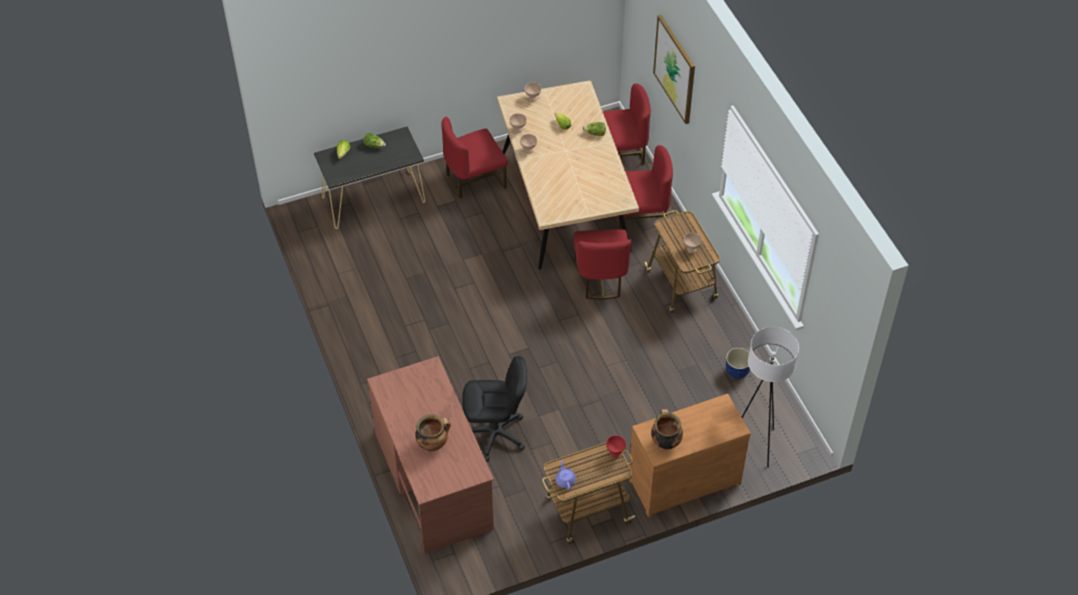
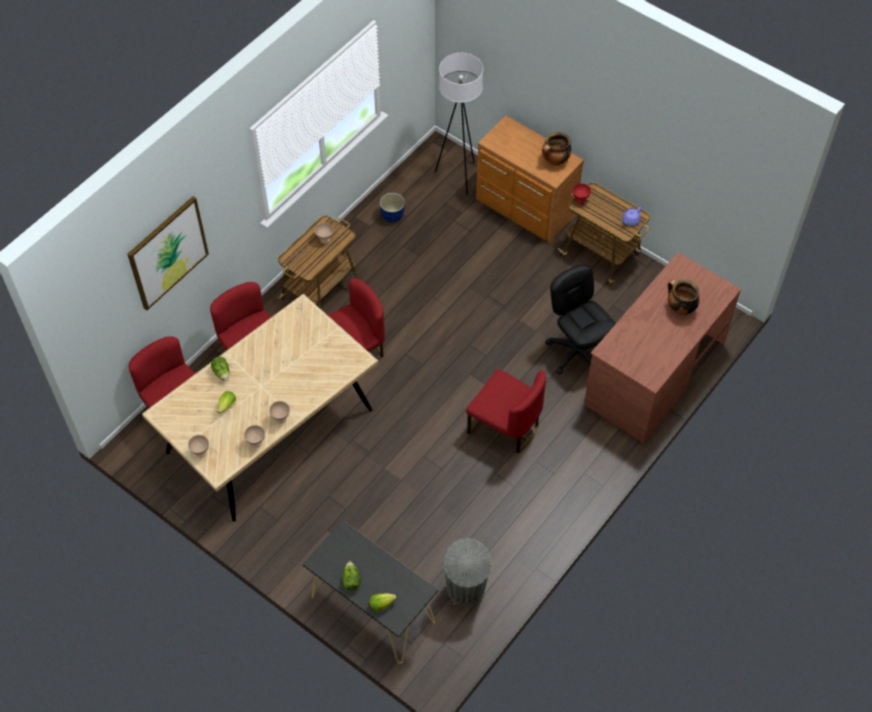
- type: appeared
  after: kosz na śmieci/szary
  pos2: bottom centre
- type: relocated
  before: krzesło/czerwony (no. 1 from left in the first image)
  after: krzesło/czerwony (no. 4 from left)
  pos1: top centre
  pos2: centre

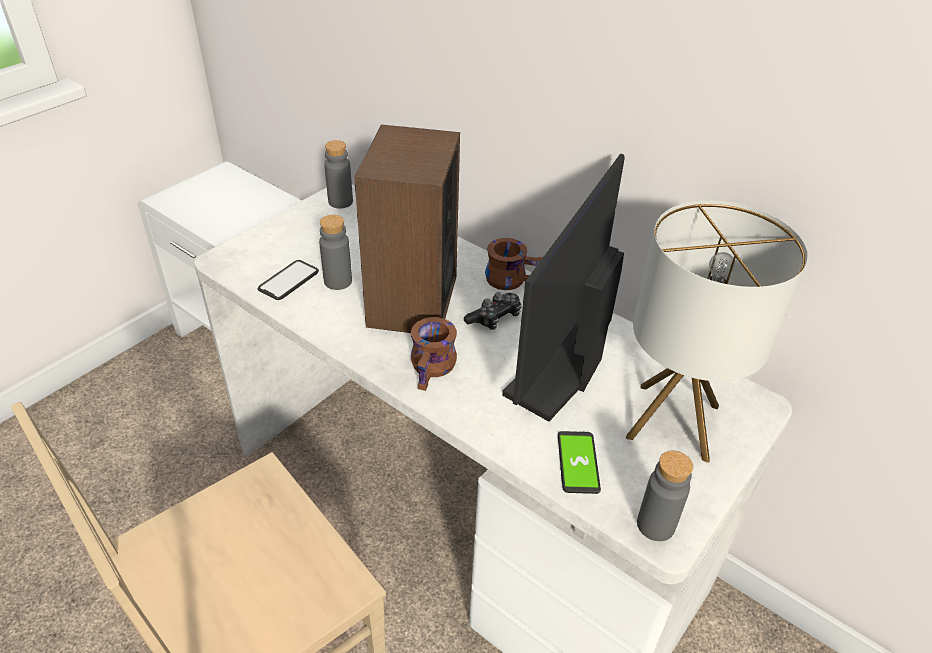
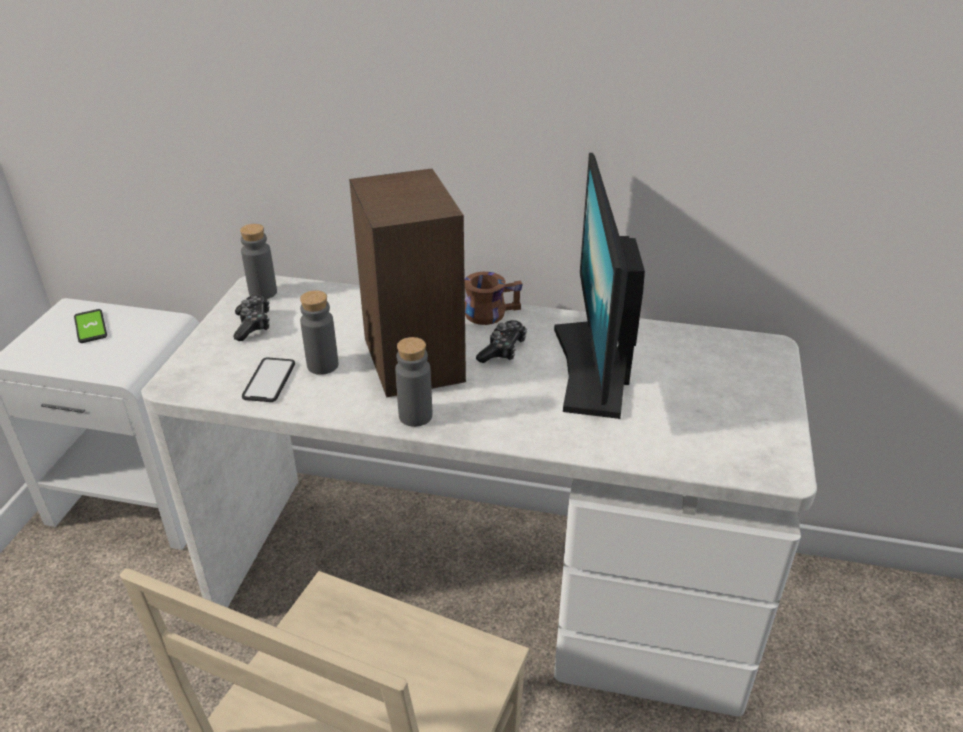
- type: missing
  before: kubek/brązowy (no. 1 from left)
  pos1: centre
- type: missing
  before: lampa stołowa
  pos1: middle right
- type: appeared
  after: pad do gier (no. 1 from left)
  pos2: middle left
- type: relocated
  before: telefon (no. 2 from left in the first image)
  after: telefon (no. 1 from left)
  pos1: bottom centre
  pos2: middle left
- type: relocated
  before: butelka/szary (no. 3 from left)
  pos1: bottom right
  pos2: centre

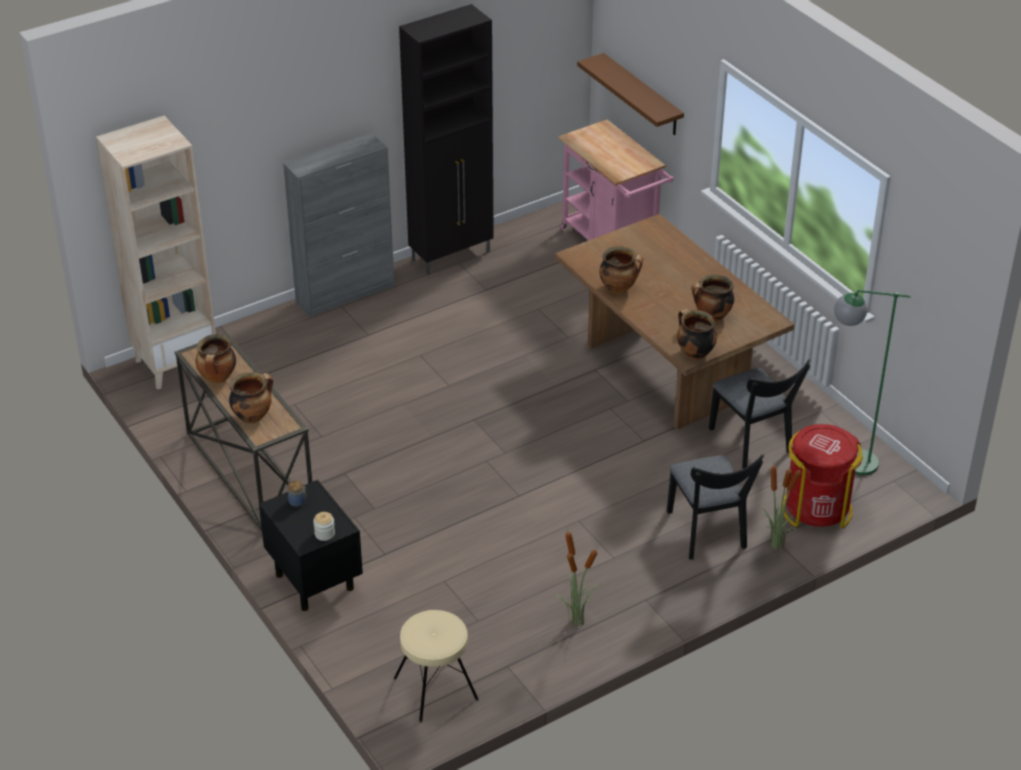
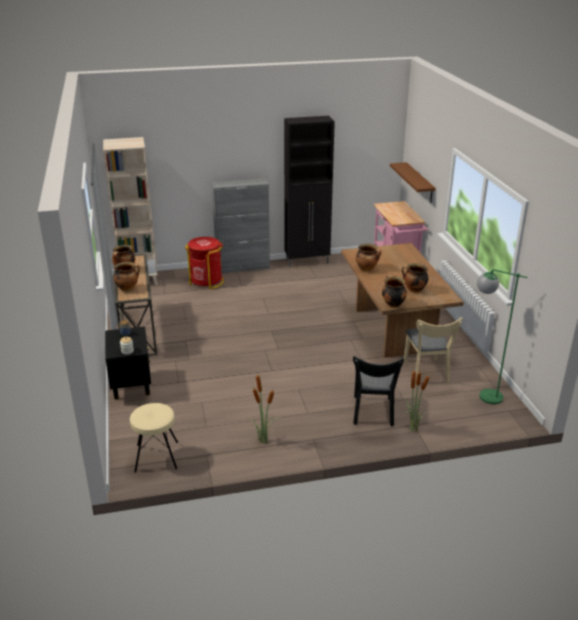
- type: relocated
  before: kosz na śmieci/czerwony
  pos1: middle right
  pos2: centre
- type: colour
  before: krzesło/czarny (no. 2 from left)
  after: krzesło/beżowy
  pos1: middle right
  pos2: middle right

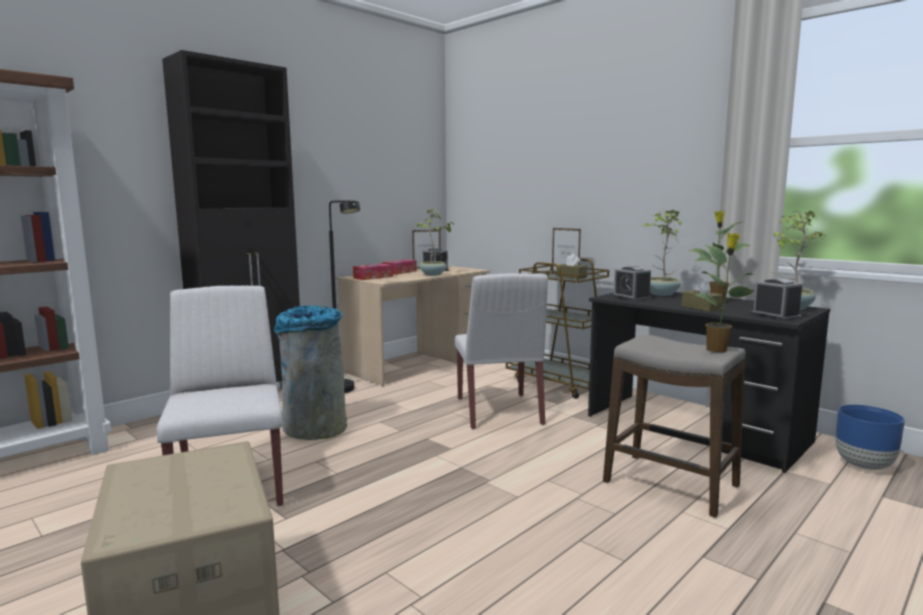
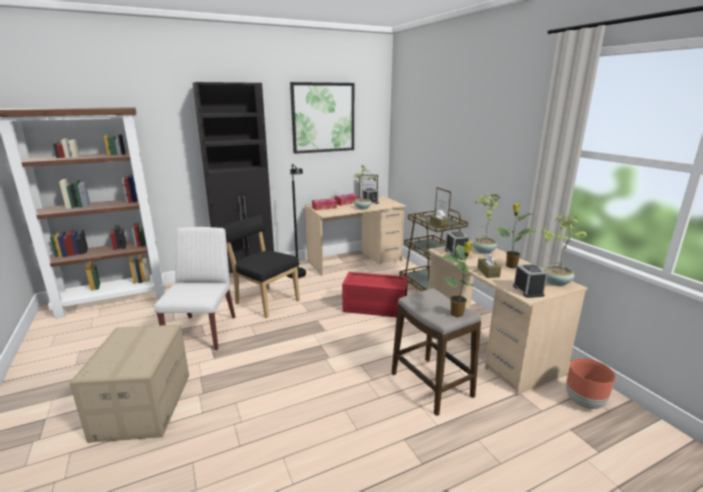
- type: appeared
  after: obraz
  pos2: top centre
- type: exchanged
  before: kosz na śmieci/szary
  after: krzesło/czarny
  pos1: centre
  pos2: centre
- type: exchanged
  before: krzesło/biały (no. 2 from left)
  after: pojemnik do przechowywania/czerwony
  pos1: centre
  pos2: centre
- type: colour
  before: biurko/czarny
  after: biurko/beżowy (no. 2 from left)
  pos1: middle right
  pos2: middle right
- type: colour
  before: donica/niebieski
  after: donica/brązowy
  pos1: bottom right
  pos2: bottom right

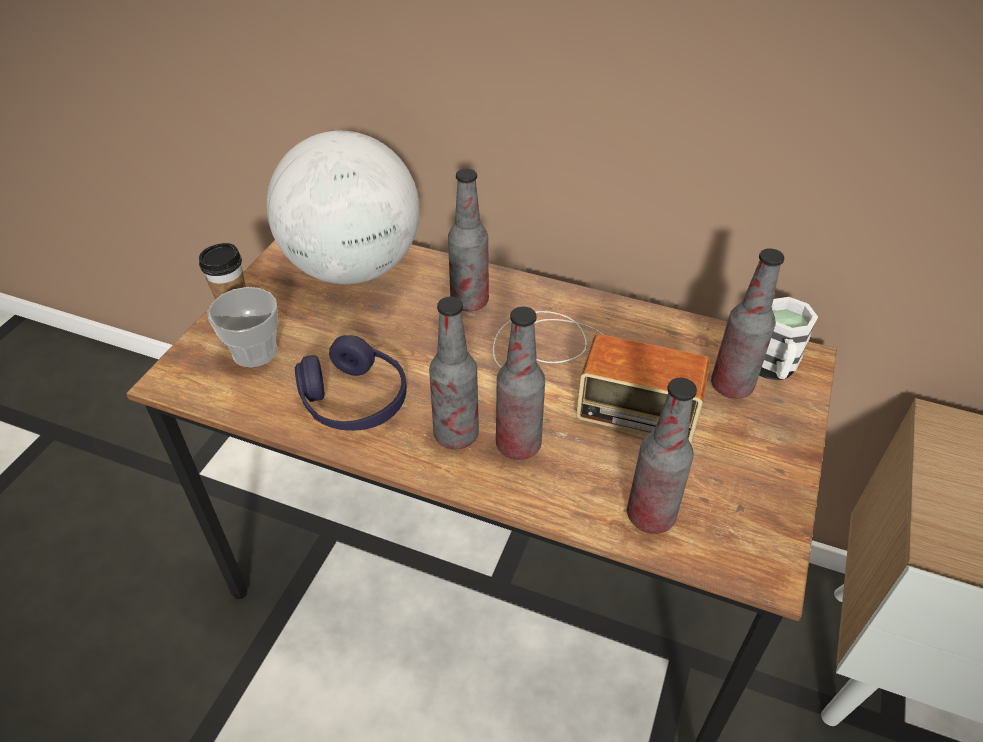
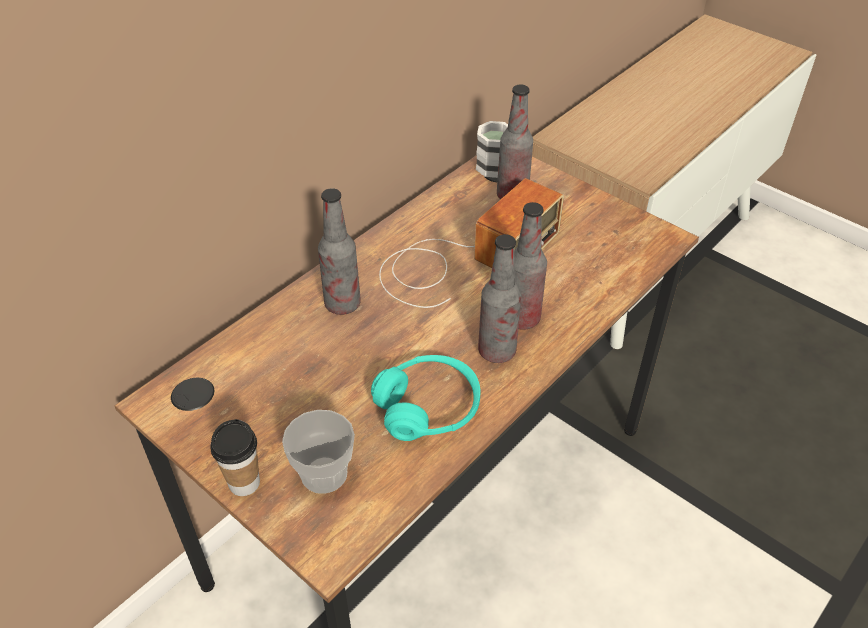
- type: missing
  before: globus
  pos1: top centre
- type: missing
  before: butelka (no. 4 from left)
  pos1: middle right
- type: colour
  before: słuchawki/fioletowy
  after: słuchawki/turkusowy
  pos1: centre
  pos2: centre

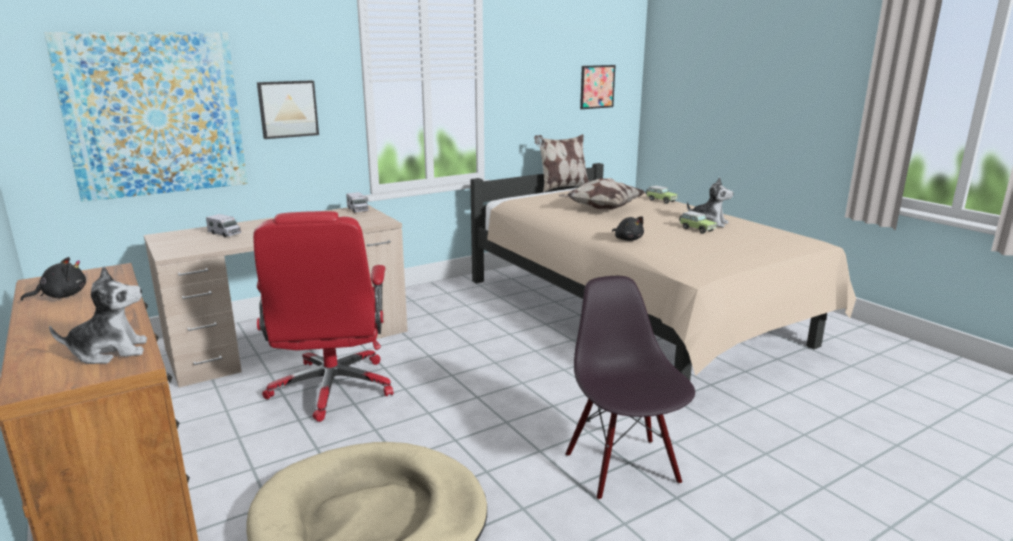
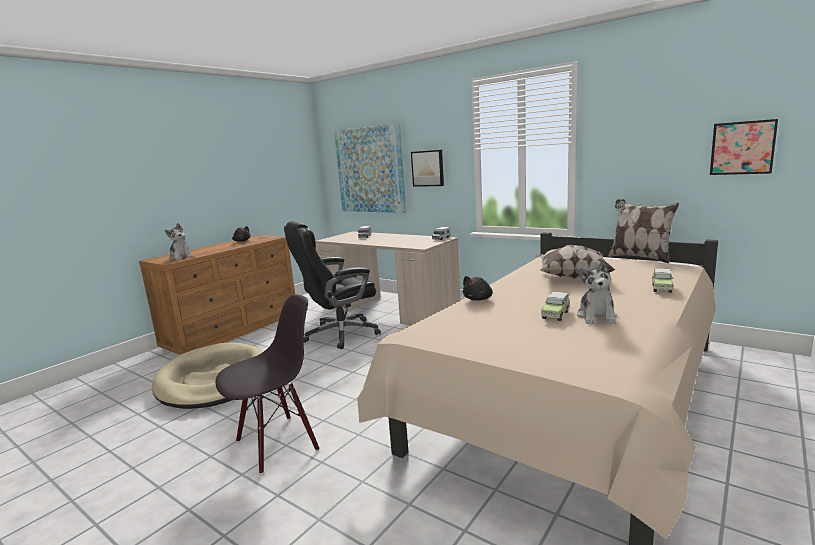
- type: colour
  before: krzesło biurowe/czerwony
  after: krzesło biurowe/czarny
  pos1: middle left
  pos2: centre

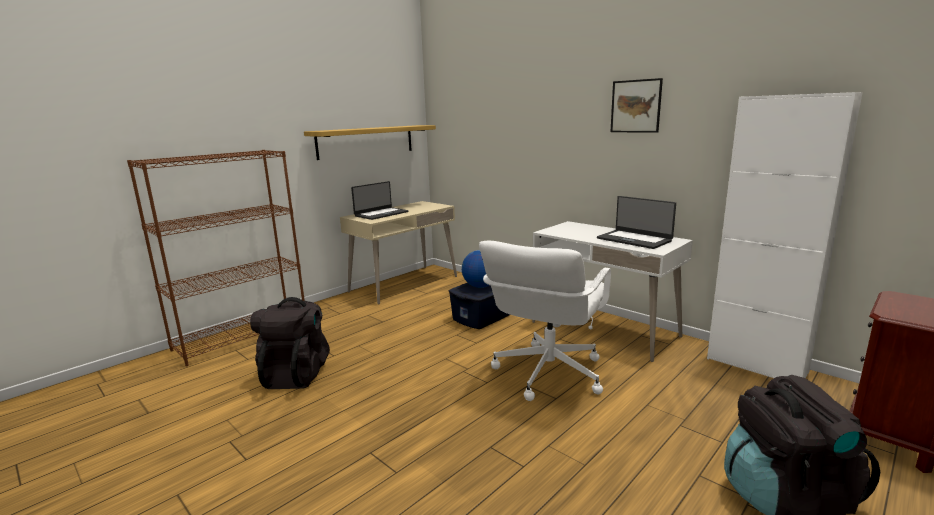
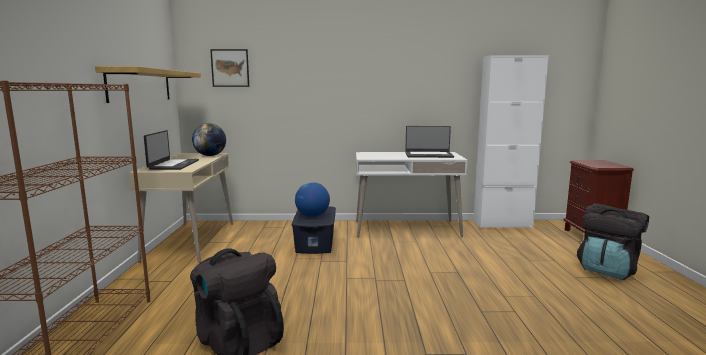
- type: missing
  before: krzesło biurowe/biały
  pos1: centre
- type: appeared
  after: globus (no. 1 from left)
  pos2: middle left
- type: relocated
  before: obraz
  pos1: top right
  pos2: top left

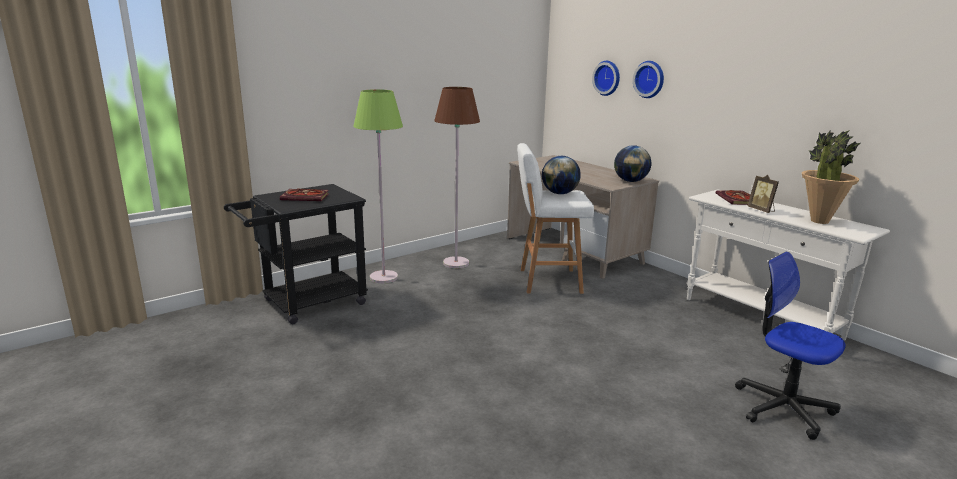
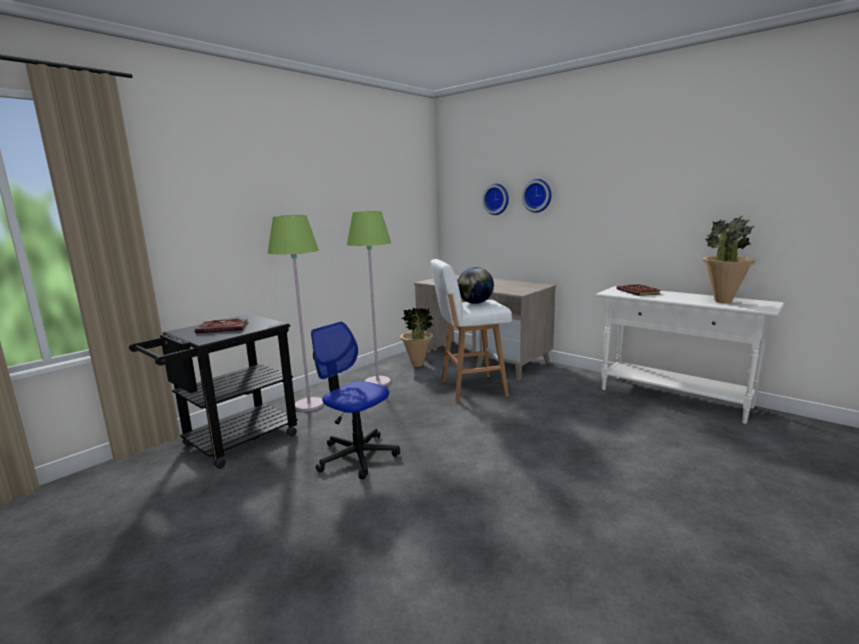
- type: missing
  before: globus (no. 2 from left)
  pos1: centre
- type: missing
  before: ramka na zdjęcie
  pos1: middle right
- type: appeared
  after: roślina doniczkowa (no. 1 from left)
  pos2: centre
- type: relocated
  before: krzesło biurowe
  pos1: bottom right
  pos2: centre
- type: colour
  before: lampa stojąca/brązowy
  after: lampa stojąca/zielony (no. 2 from left)
  pos1: centre
  pos2: centre

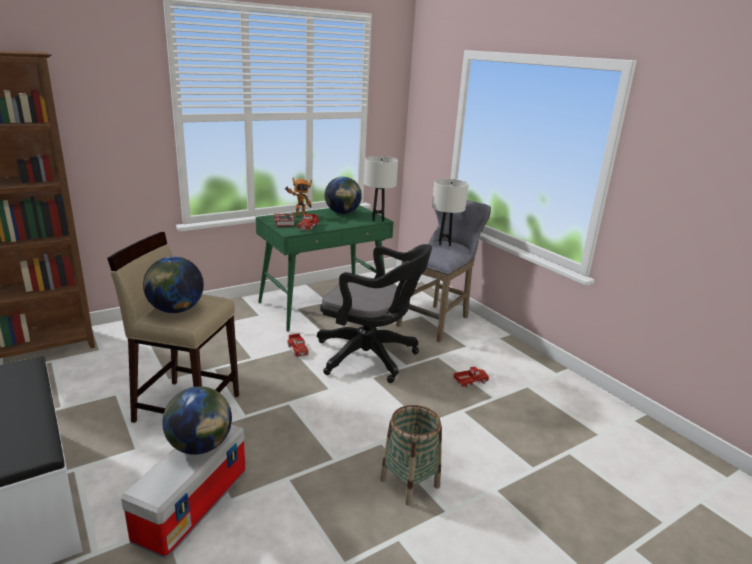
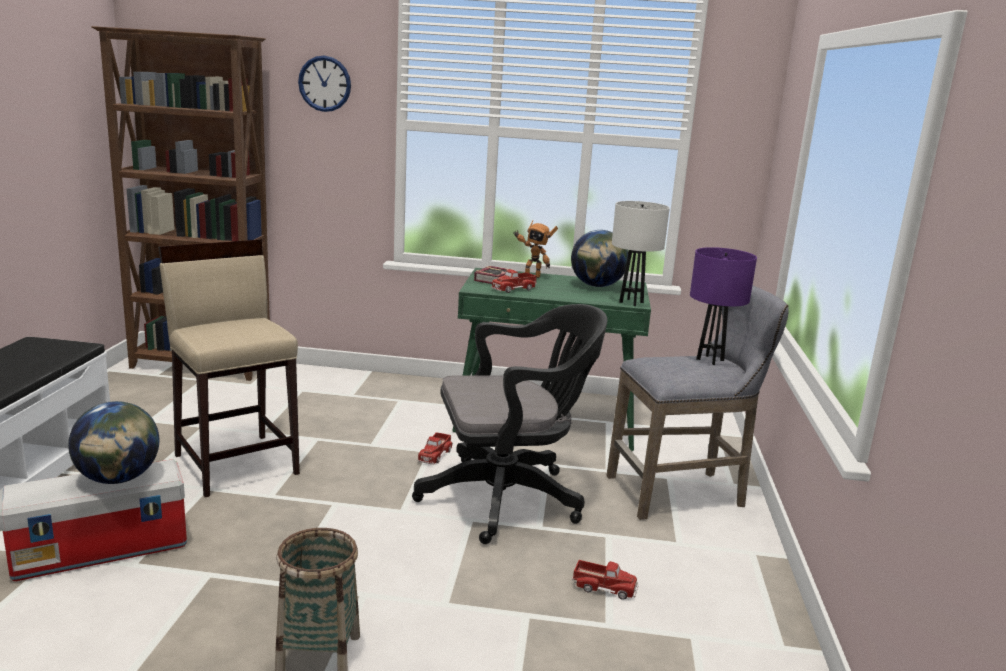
- type: missing
  before: globus (no. 1 from left)
  pos1: middle left
- type: appeared
  after: zegar ścienny
  pos2: top left
- type: colour
  before: lampa stołowa/biały (no. 2 from left)
  after: lampa stołowa/fioletowy
  pos1: centre
  pos2: middle right
- type: spun
  before: krzesło biurowe/czarny
  pos1: centre
  pos2: centre
  turn: -75

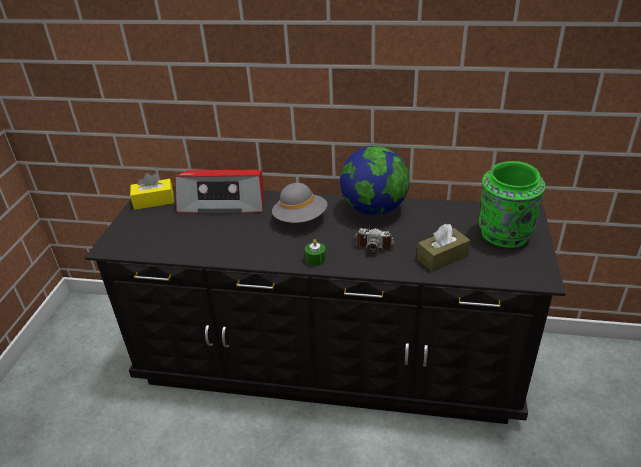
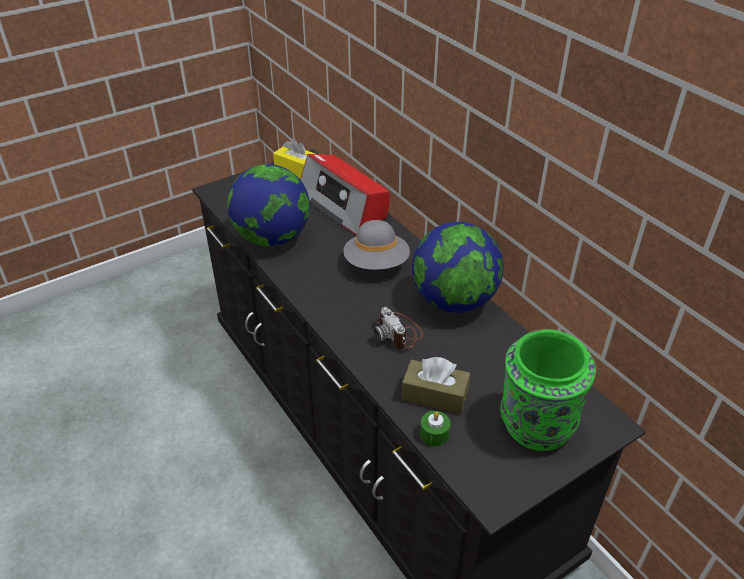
- type: appeared
  after: globus (no. 1 from left)
  pos2: centre
- type: relocated
  before: świeca/zielony
  pos1: centre
  pos2: bottom centre

